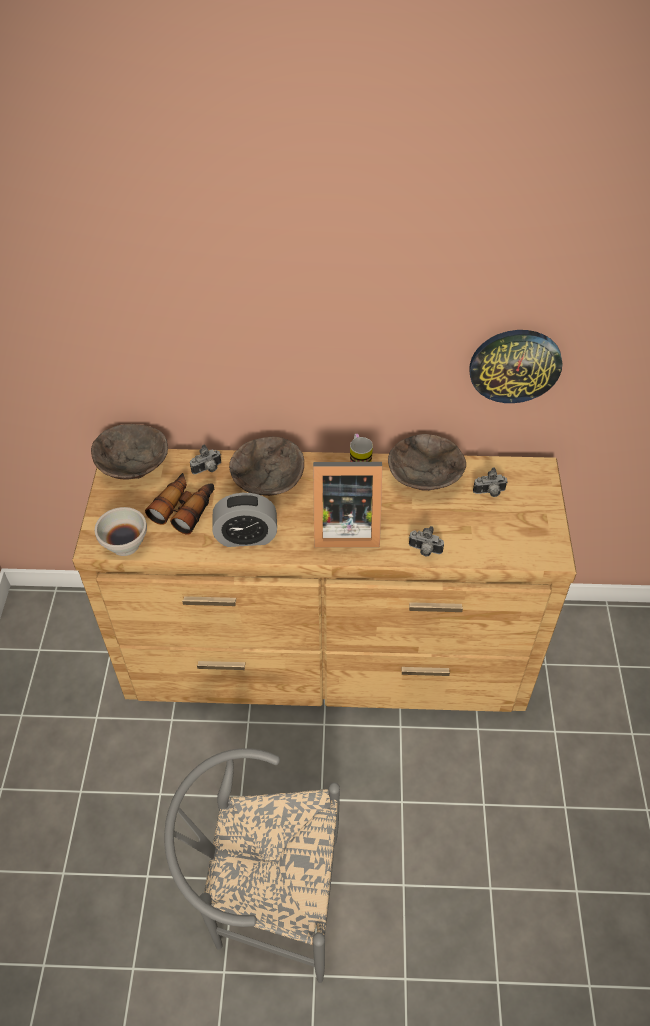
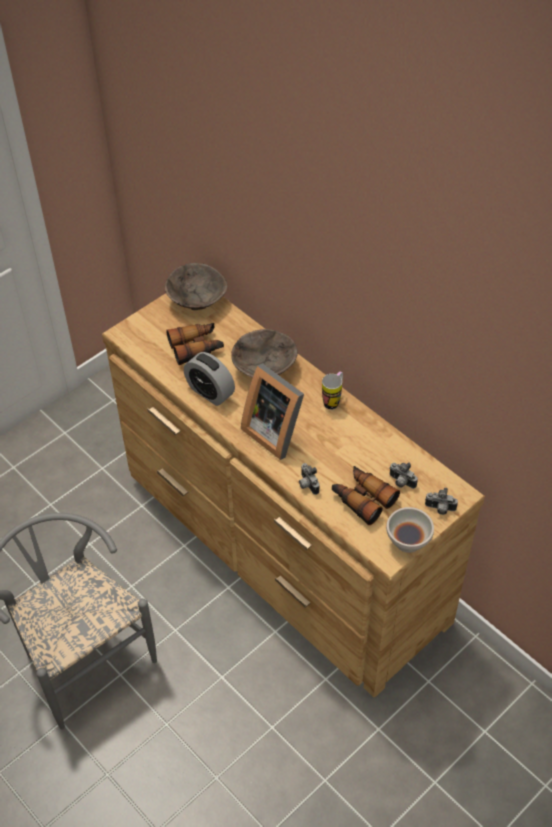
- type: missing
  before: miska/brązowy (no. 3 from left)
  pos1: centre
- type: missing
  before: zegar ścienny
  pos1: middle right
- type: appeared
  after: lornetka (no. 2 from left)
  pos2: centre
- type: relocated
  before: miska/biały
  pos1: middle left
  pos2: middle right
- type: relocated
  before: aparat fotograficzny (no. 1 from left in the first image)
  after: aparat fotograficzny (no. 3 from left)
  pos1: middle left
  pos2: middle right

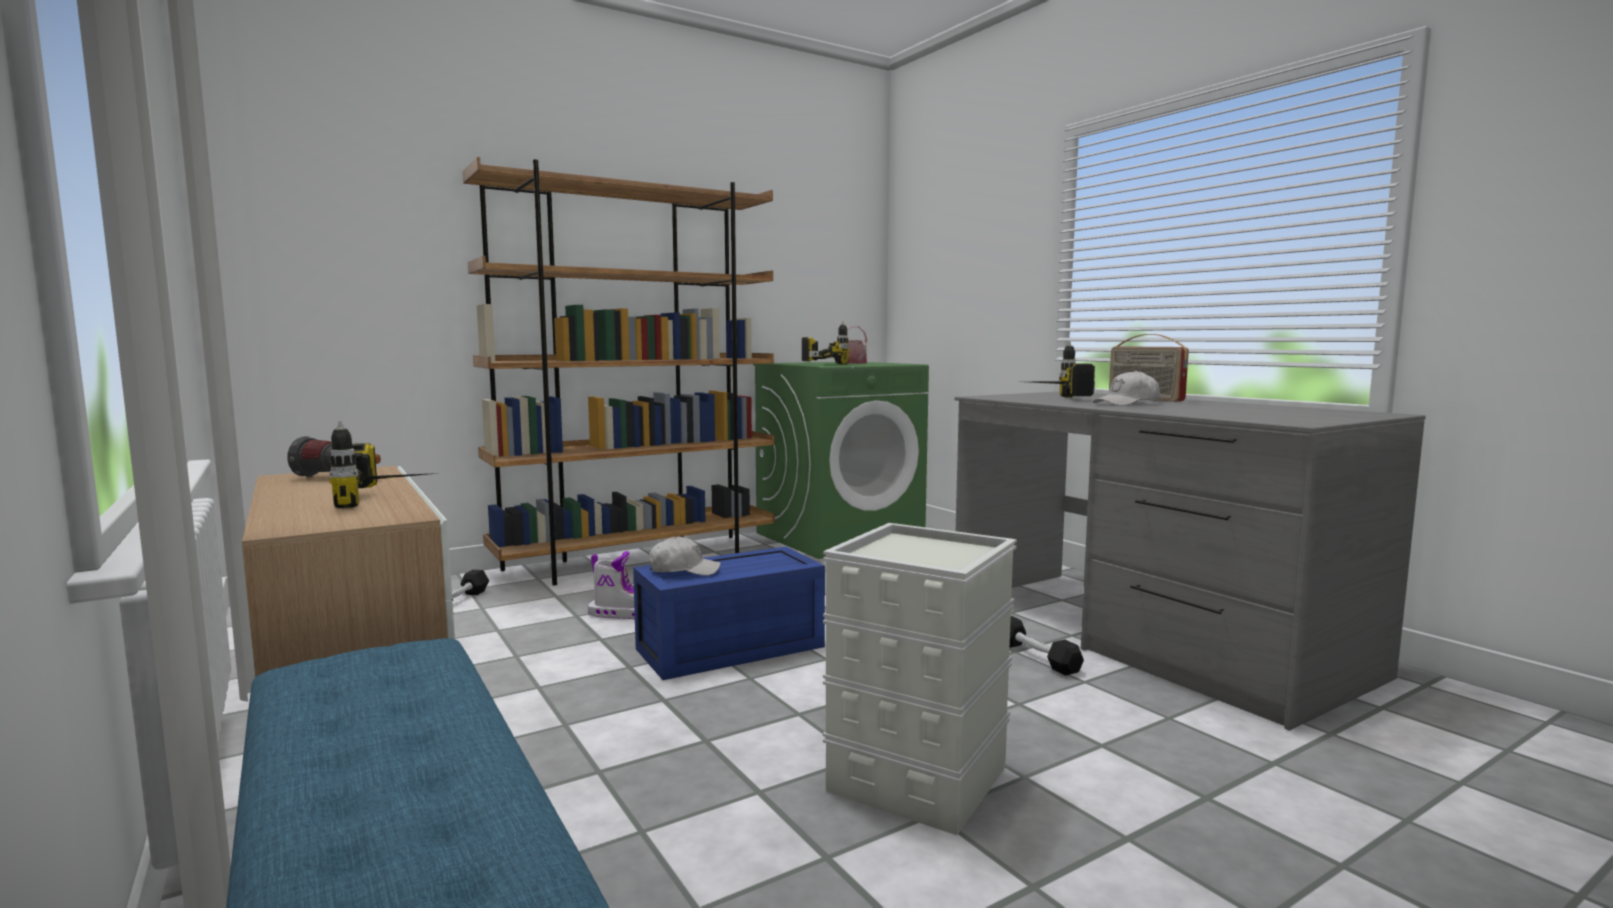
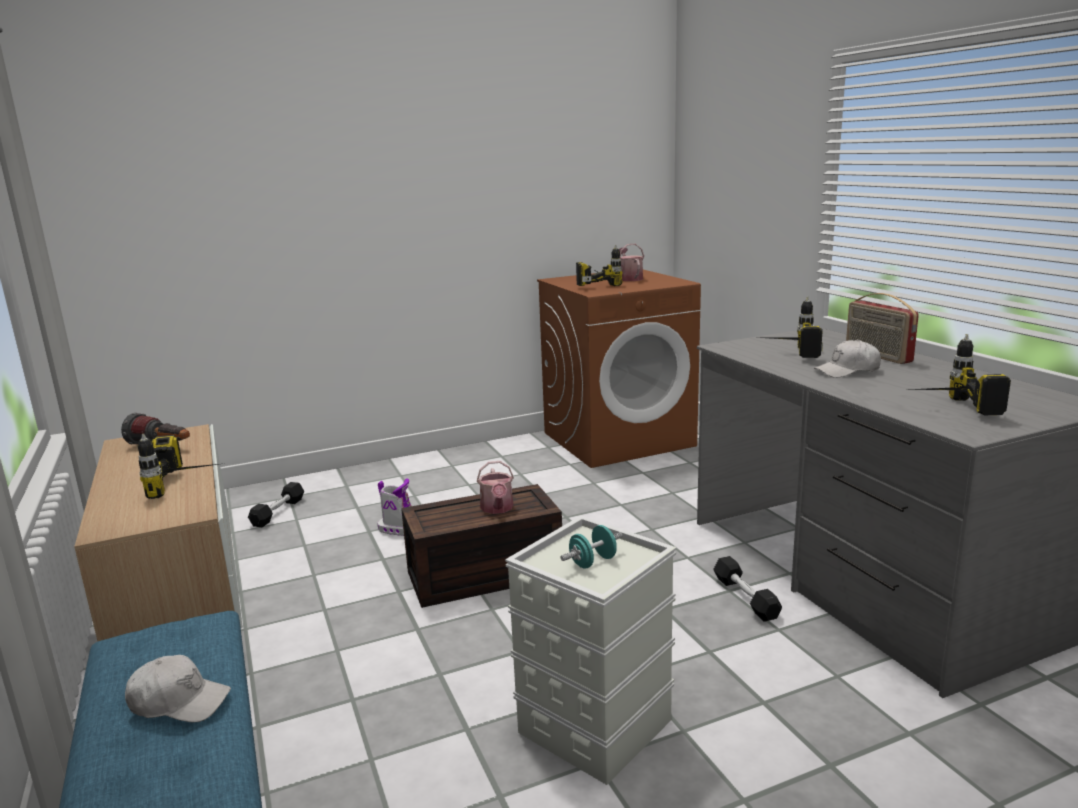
- type: missing
  before: regał/brązowy
  pos1: centre
- type: appeared
  after: konewka (no. 1 from left)
  pos2: centre
- type: appeared
  after: hantel/turkusowy
  pos2: bottom centre
- type: appeared
  after: wiertarka (no. 4 from left)
  pos2: middle right
- type: relocated
  before: czapka z daszkiem/biały (no. 1 from left)
  pos1: centre
  pos2: bottom left
- type: colour
  before: pojemnik do przechowywania/niebieski
  after: pojemnik do przechowywania/brązowy
  pos1: bottom centre
  pos2: bottom centre
- type: colour
  before: pralka/zielony
  after: pralka/brązowy
  pos1: centre
  pos2: centre

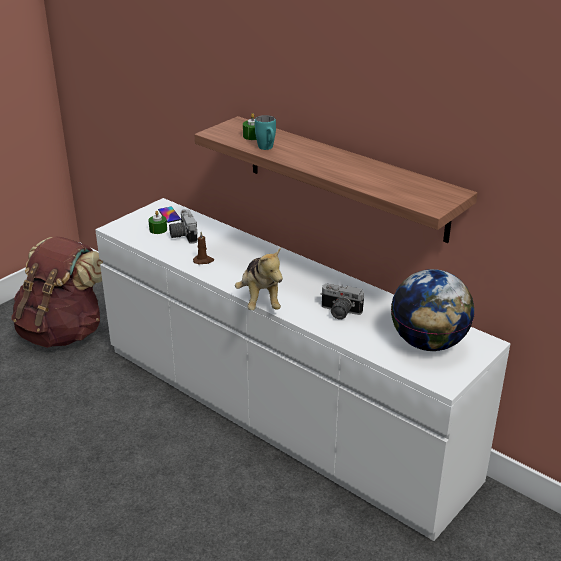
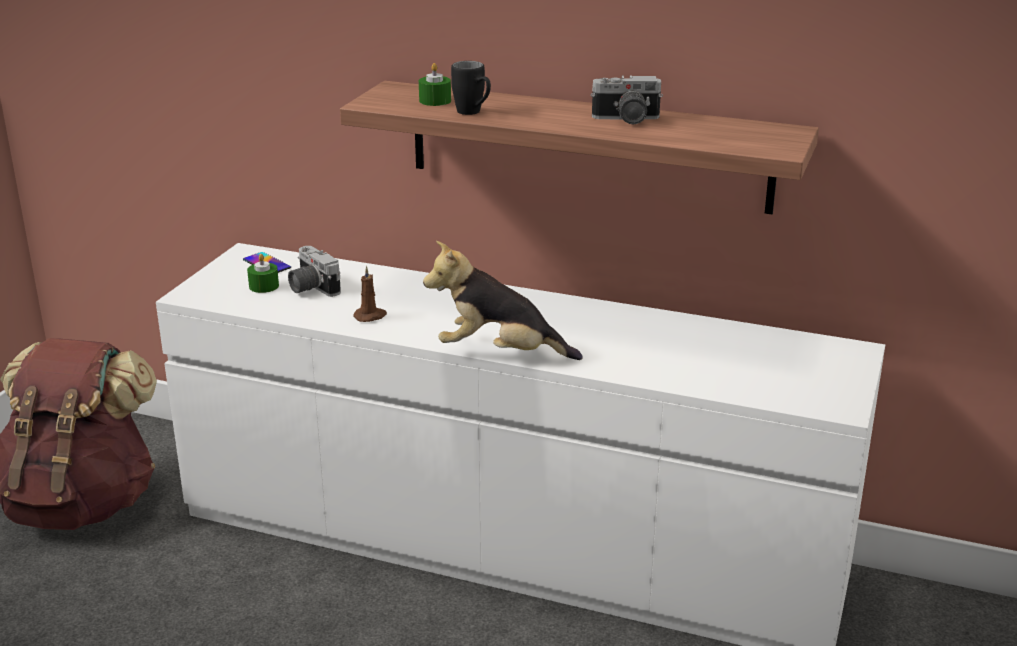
- type: missing
  before: globus
  pos1: middle right
- type: relocated
  before: aparat fotograficzny (no. 2 from left)
  pos1: centre
  pos2: top centre
- type: colour
  before: kubek/turkusowy
  after: kubek/czarny
  pos1: top centre
  pos2: top centre
- type: spun
  before: pluszak
  pos1: centre
  pos2: centre
  turn: 135

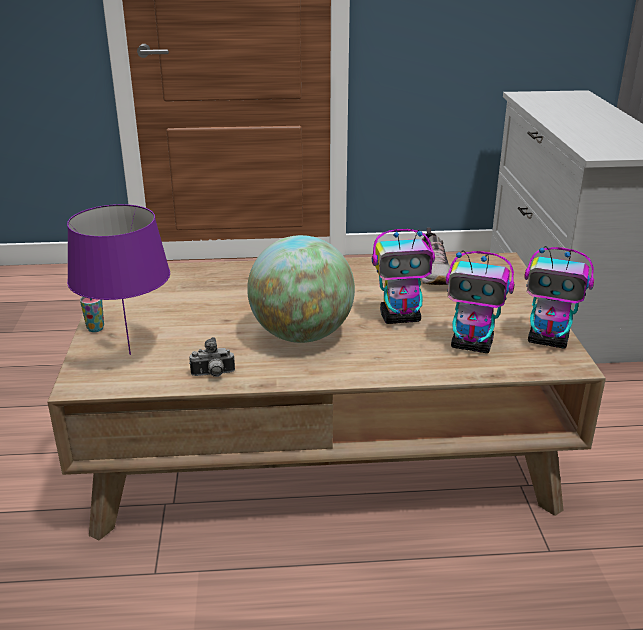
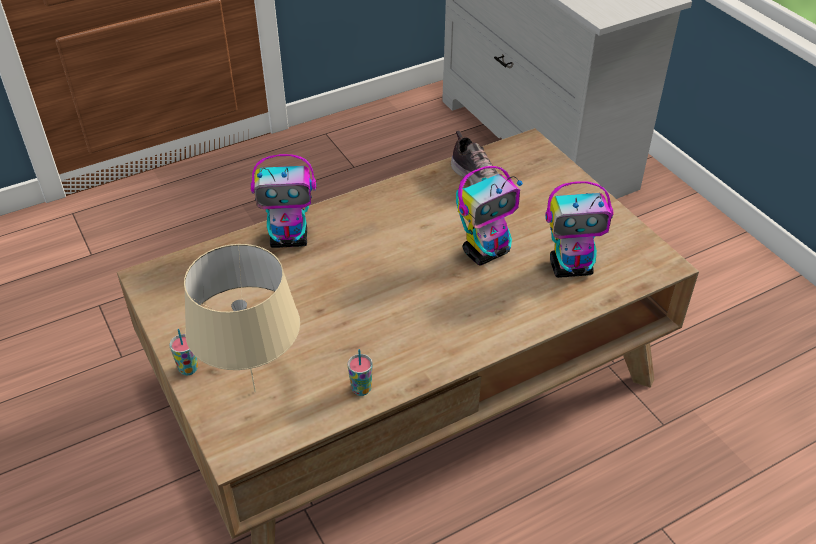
- type: missing
  before: globus
  pos1: centre
- type: relocated
  before: robot zabawkowy (no. 3 from left in the first image)
  after: robot zabawkowy (no. 1 from left)
  pos1: middle right
  pos2: centre
- type: exchanged
  before: aparat fotograficzny
  after: filiżanka (no. 2 from left)
  pos1: middle left
  pos2: bottom centre
- type: colour
  before: lampa stołowa/fioletowy
  after: lampa stołowa/beżowy
  pos1: middle left
  pos2: middle left

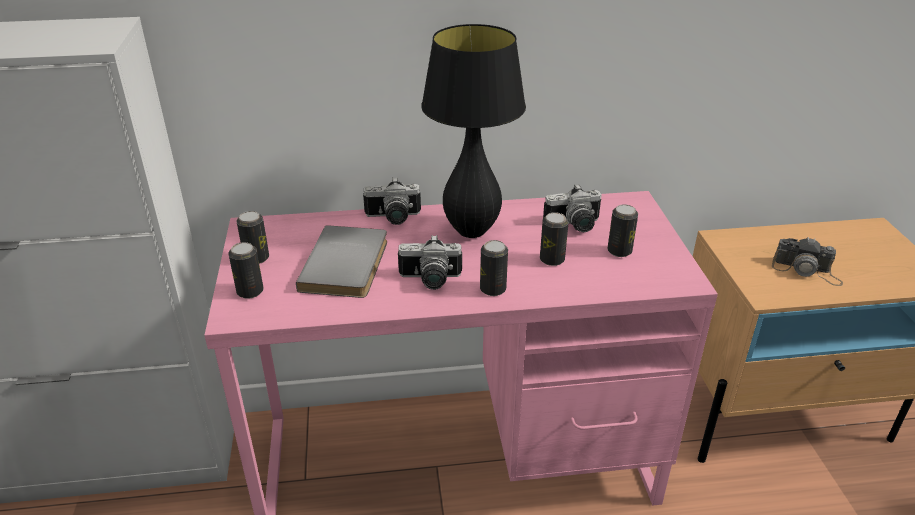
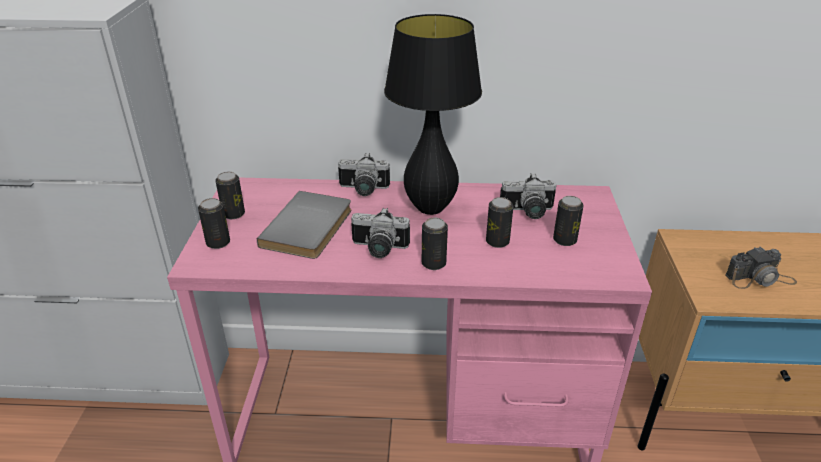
- type: spun
  before: aparat fotograficzny (no. 4 from left)
  pos1: middle right
  pos2: middle right
  turn: -45

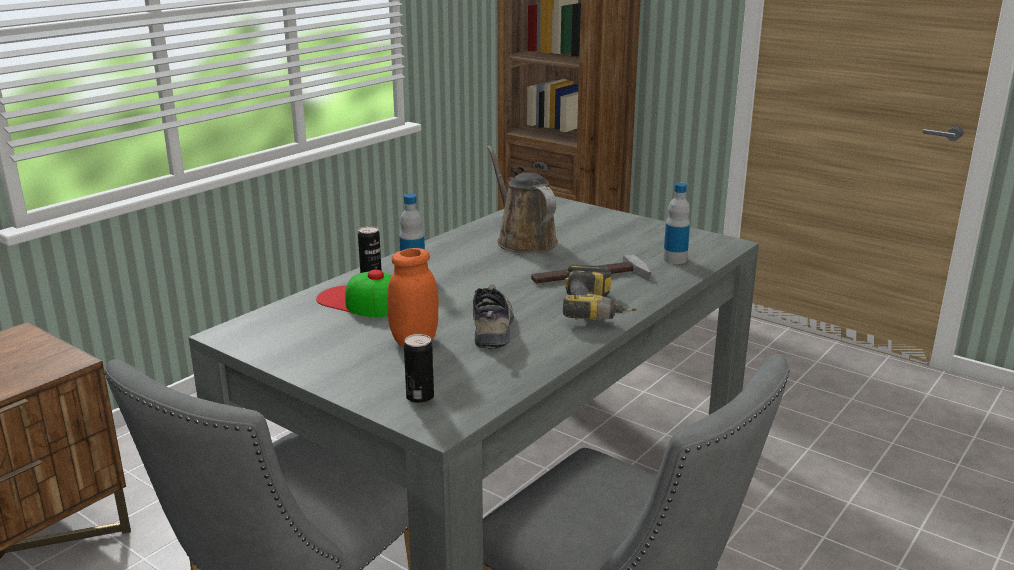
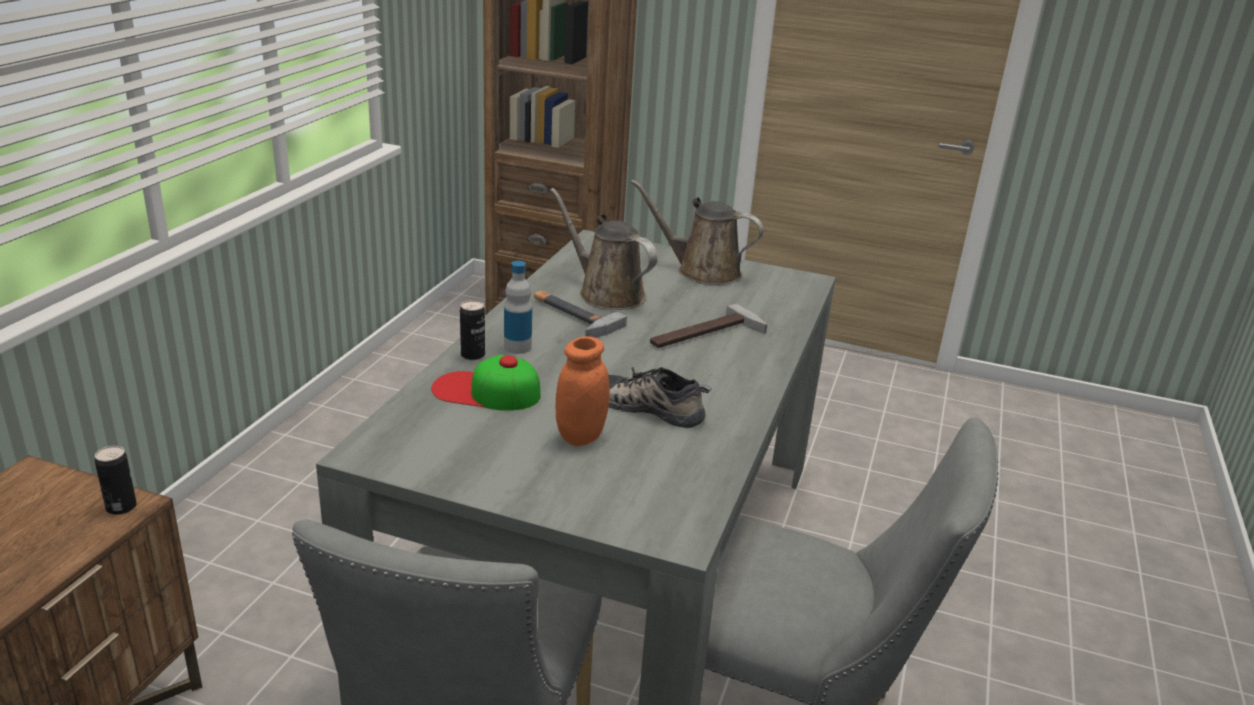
- type: missing
  before: wiertarka
  pos1: centre
- type: missing
  before: butelka (no. 2 from left)
  pos1: middle right
- type: appeared
  after: młotek (no. 1 from left)
  pos2: centre
- type: appeared
  after: konewka/brązowy (no. 2 from left)
  pos2: top centre
- type: relocated
  before: puszka (no. 2 from left in the first image)
  after: puszka (no. 1 from left)
  pos1: centre
  pos2: bottom left
- type: spun
  before: but
  pos1: centre
  pos2: centre
  turn: -45

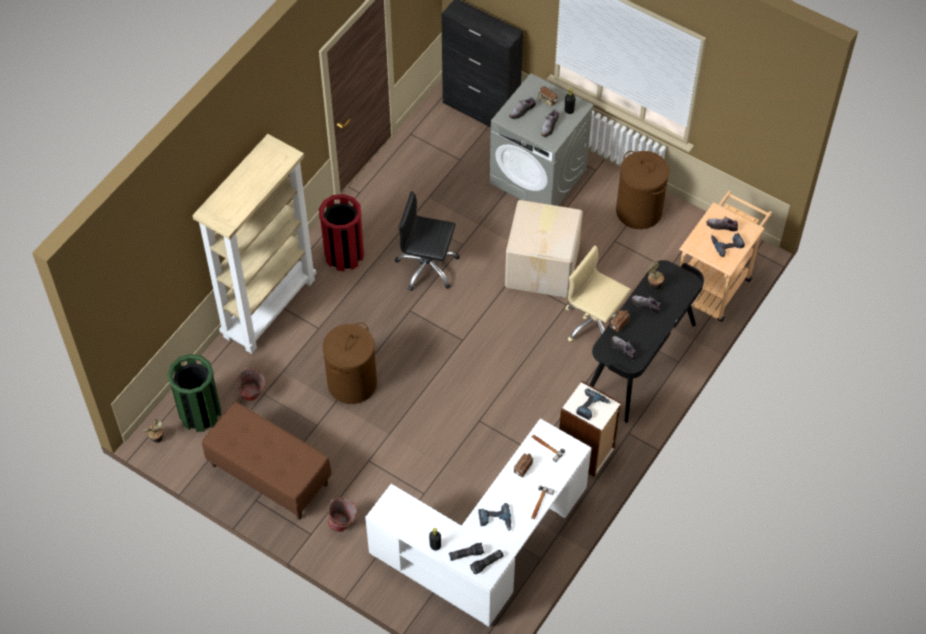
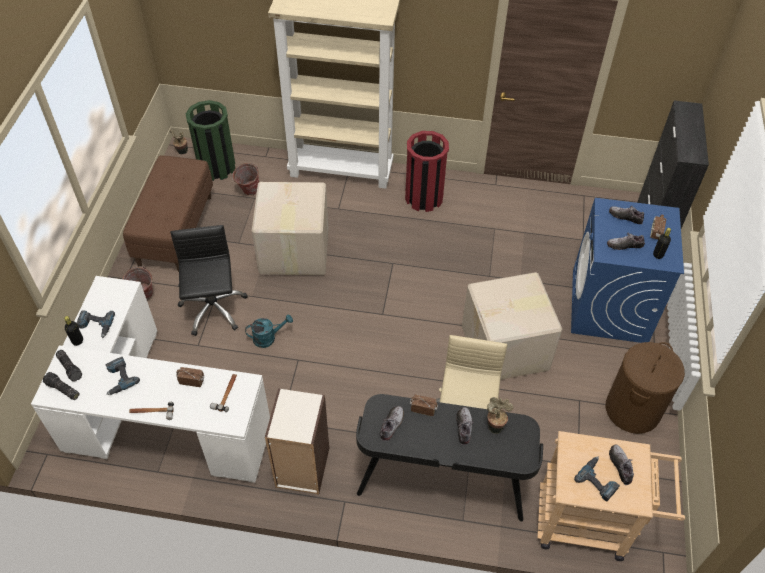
- type: appeared
  after: konewka/turkusowy
  pos2: centre
- type: relocated
  before: krzesło biurowe/czarny
  pos1: centre
  pos2: middle left
- type: relocated
  before: wiertarka (no. 2 from left in the first image)
  after: wiertarka (no. 1 from left)
  pos1: centre
  pos2: middle left
- type: exchanged
  before: kosz na pranie/brązowy (no. 1 from left)
  after: karton (no. 1 from left)
  pos1: centre
  pos2: centre
- type: colour
  before: pralka/szary
  after: pralka/niebieski
  pos1: top centre
  pos2: middle right

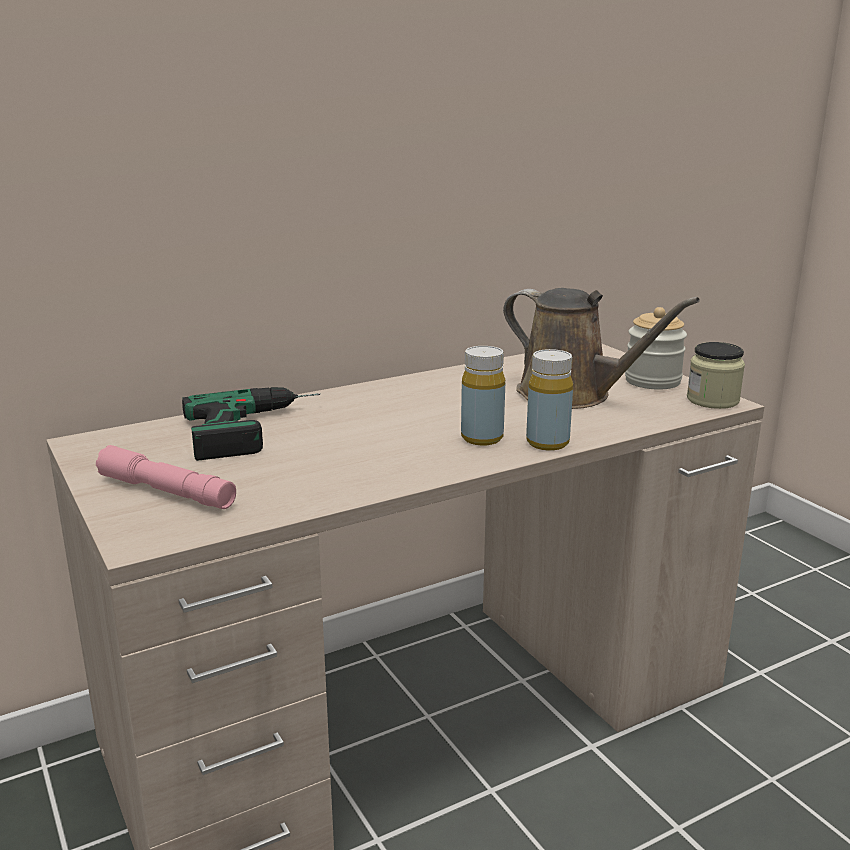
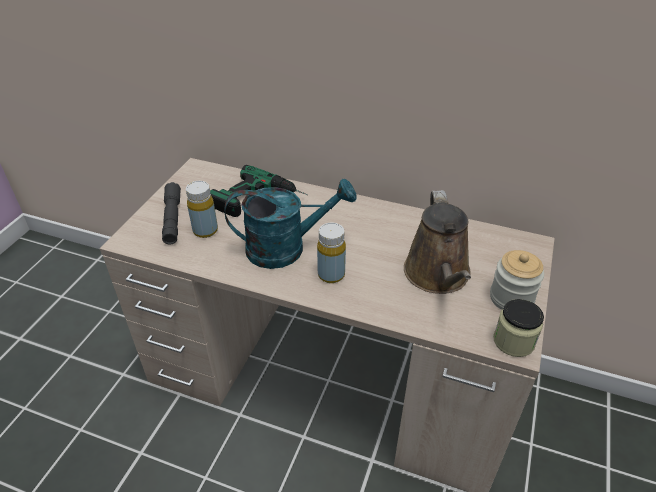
- type: appeared
  after: konewka/turkusowy
  pos2: centre
- type: relocated
  before: butelka/żółty (no. 2 from left in the first image)
  after: butelka/żółty (no. 1 from left)
  pos1: centre
  pos2: middle left
- type: colour
  before: latarka/różowy
  after: latarka/szary
  pos1: middle left
  pos2: middle left

